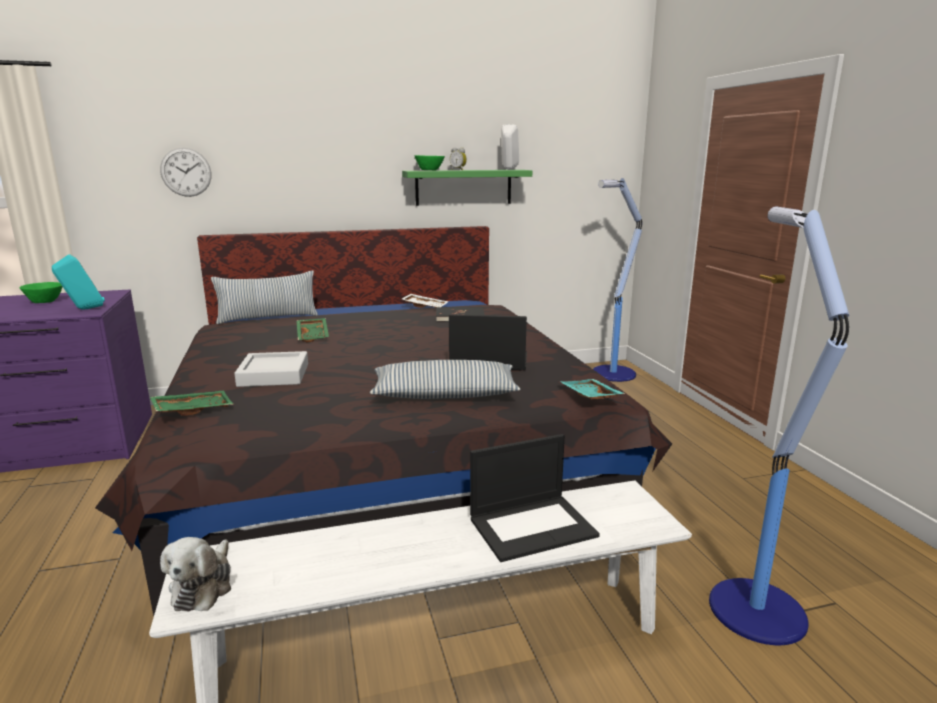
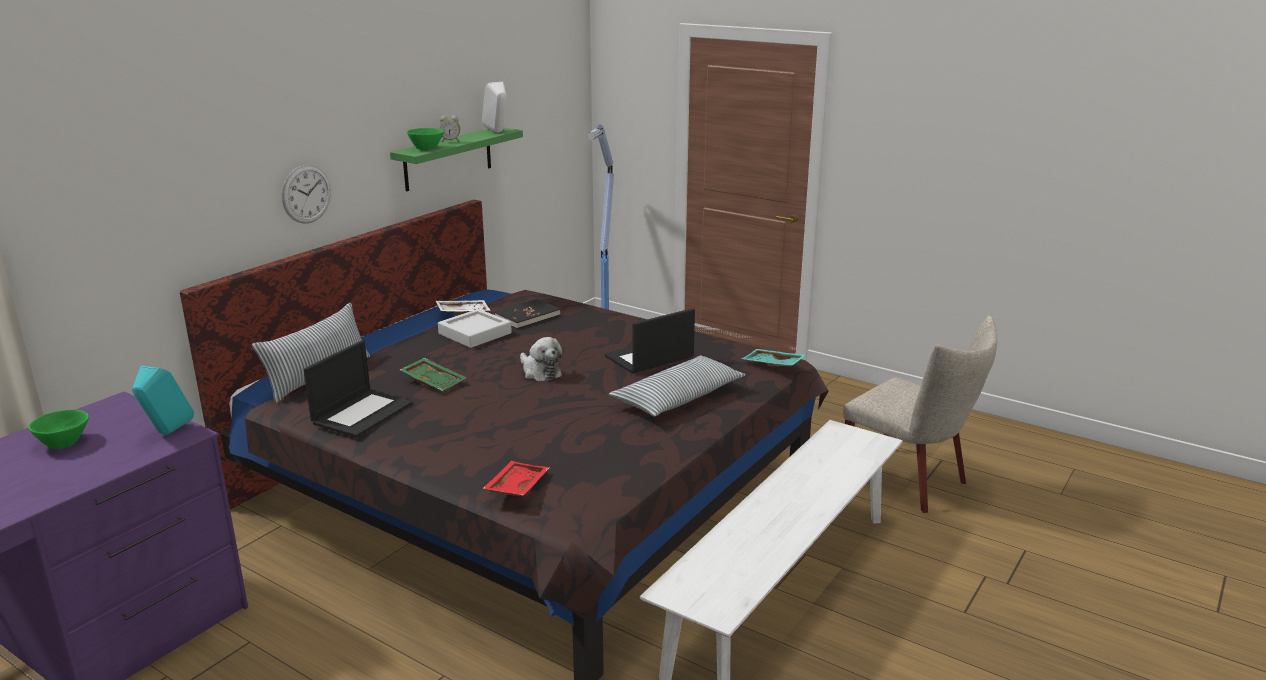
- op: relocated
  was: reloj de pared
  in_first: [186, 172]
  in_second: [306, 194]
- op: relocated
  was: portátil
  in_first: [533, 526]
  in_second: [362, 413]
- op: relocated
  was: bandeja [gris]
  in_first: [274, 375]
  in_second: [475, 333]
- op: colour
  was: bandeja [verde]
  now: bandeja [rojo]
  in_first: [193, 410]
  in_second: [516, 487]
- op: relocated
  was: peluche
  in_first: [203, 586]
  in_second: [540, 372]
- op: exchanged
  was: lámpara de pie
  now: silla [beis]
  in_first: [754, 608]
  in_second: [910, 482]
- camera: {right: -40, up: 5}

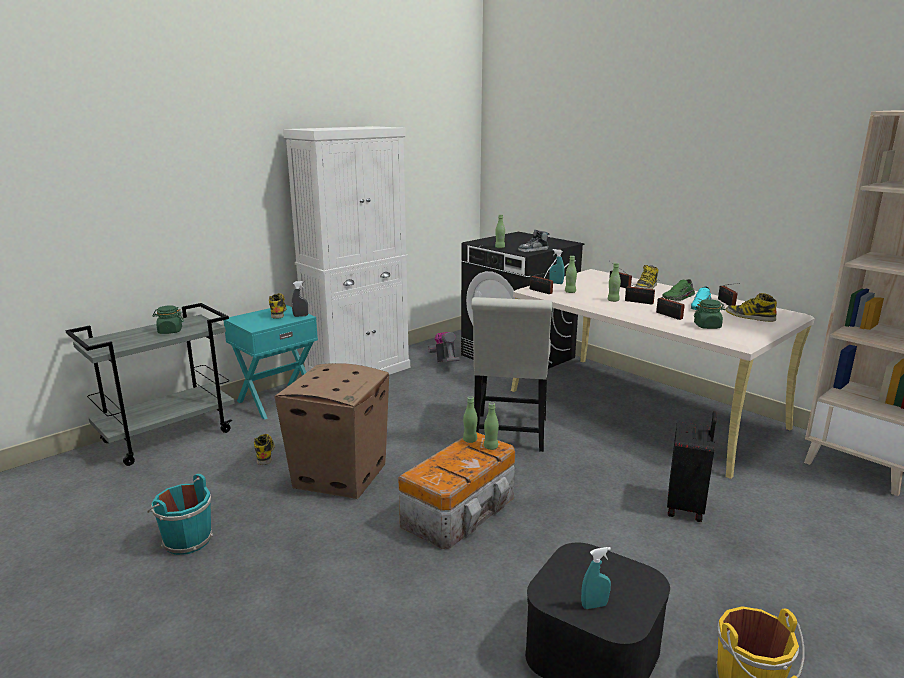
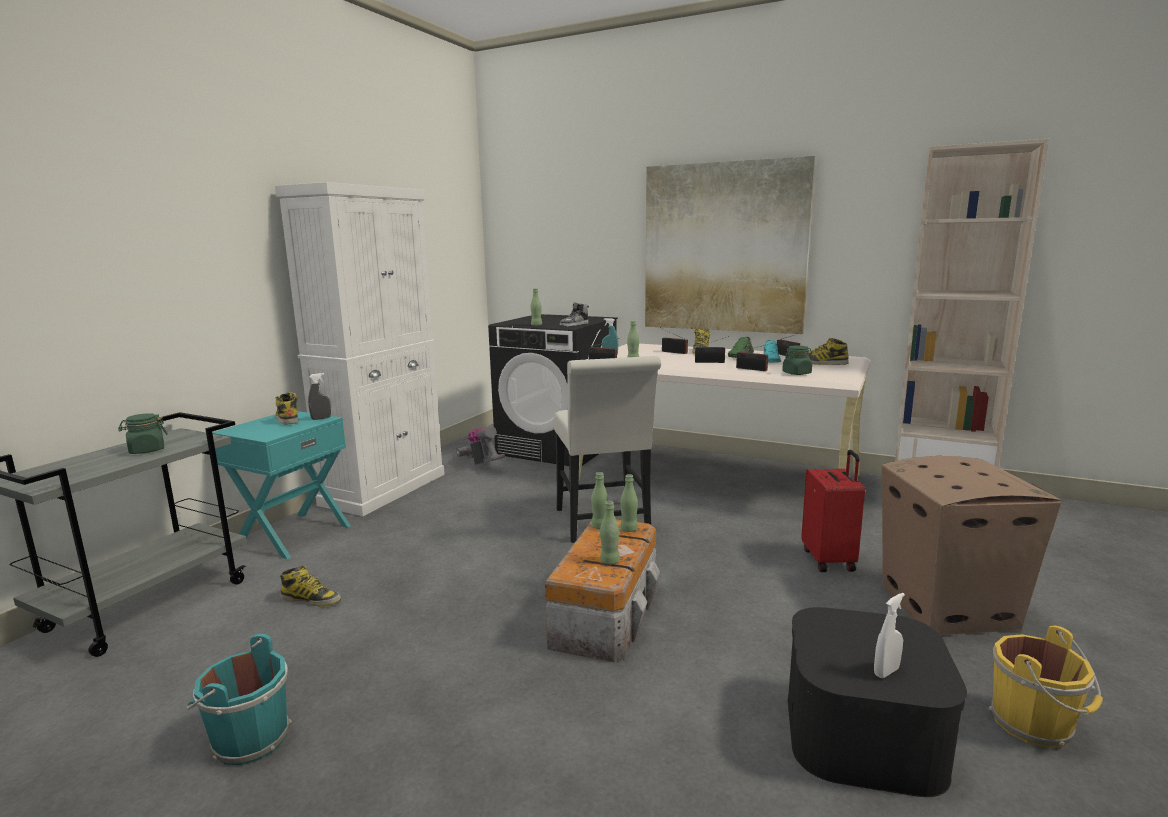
- op: spun
  was: bota
  in_first: [265, 454]
  in_second: [311, 599]
  clockwise: 135
- op: relocated
  was: botella [verde]
  in_first: [613, 300]
  in_second: [609, 561]
- op: appeared
  now: cuadro
  in_second: [724, 248]
- op: colour
  was: maleta [negro]
  now: maleta [rojo]
  in_first: [686, 507]
  in_second: [829, 560]
- op: colour
  was: pulverizador [turquesa]
  now: pulverizador [blanco]
  in_first: [594, 605]
  in_second: [886, 672]
- op: relocated
  was: caja de cartón
  in_first: [341, 475]
  in_second: [946, 606]
- camera: {right: -20, up: -5}

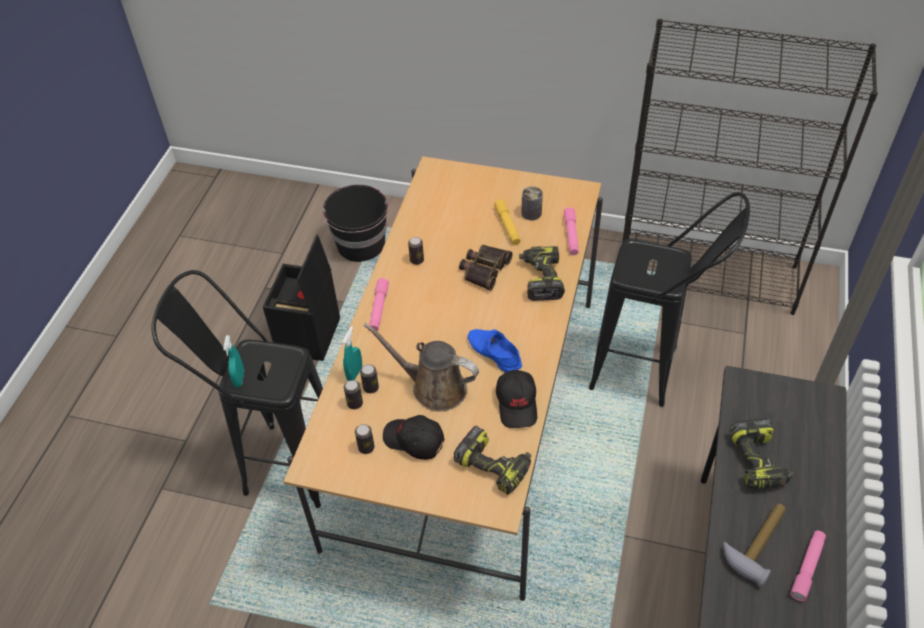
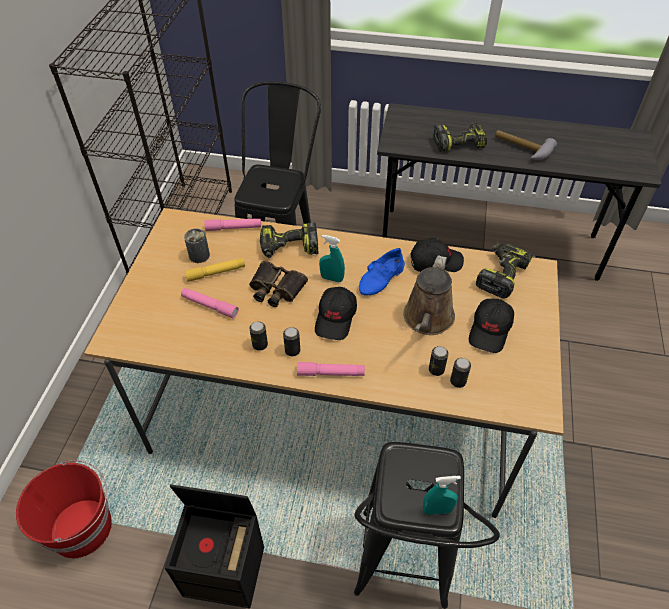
- op: colour
  was: cubo [negro]
  now: cubo [rojo]
  in_first: [361, 245]
  in_second: [82, 527]
- op: relocated
  was: linterna [rosa]
  in_first: [807, 567]
  in_second: [210, 306]
- op: relocated
  was: lata
  in_first: [366, 447]
  in_second: [292, 350]
- op: appeared
  now: gorra [negro]
  in_second: [336, 318]
- op: relocated
  was: pulverizador [turquesa]
  in_first: [354, 373]
  in_second: [332, 278]
- camera: {right: -95, up: 0}

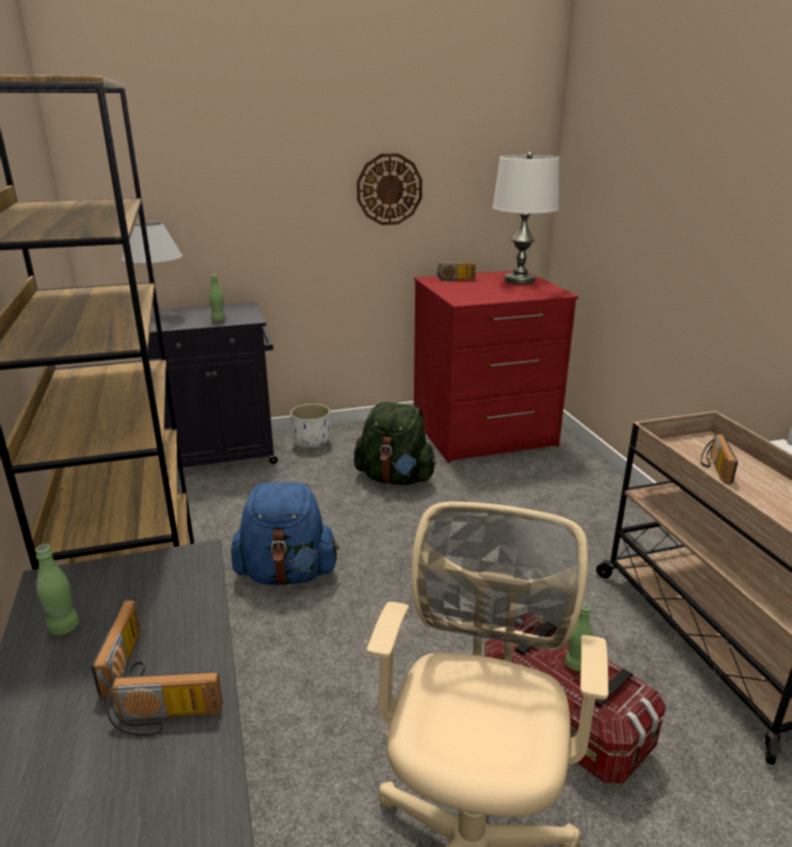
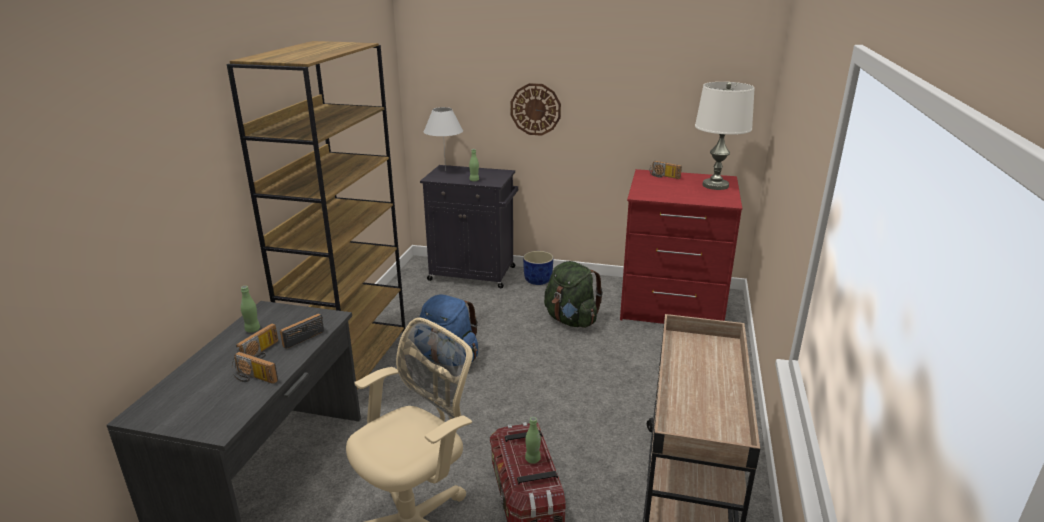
- op: relocated
  was: radio
  in_first: [713, 468]
  in_second: [302, 337]
- op: relocated
  was: reloj de pared
  in_first: [389, 189]
  in_second: [535, 109]
- op: colour
  was: maceta [blanco]
  now: maceta [azul]
  in_first: [312, 443]
  in_second: [538, 280]
- camera: {right: 30, up: 0}

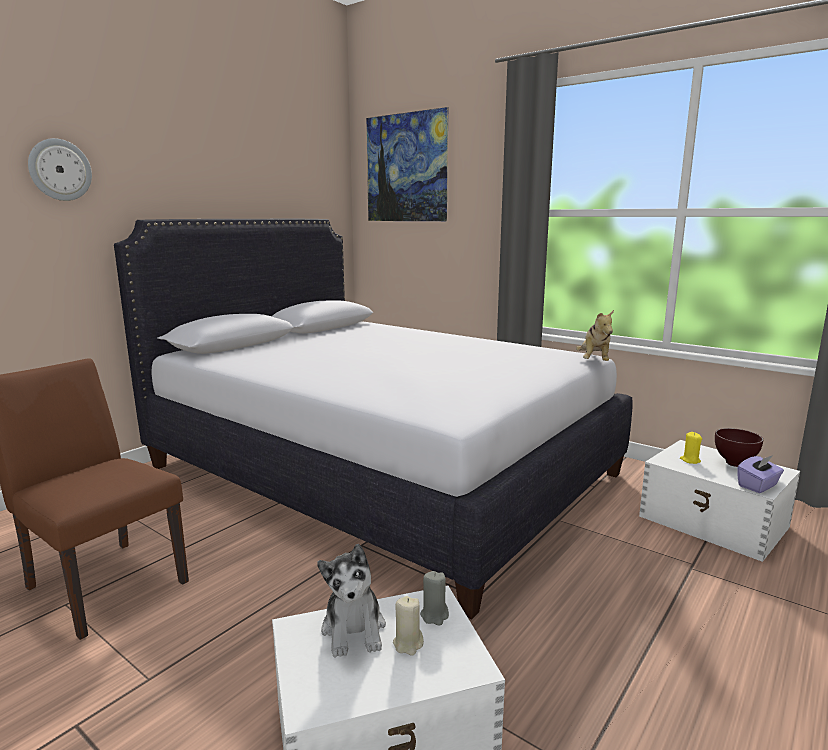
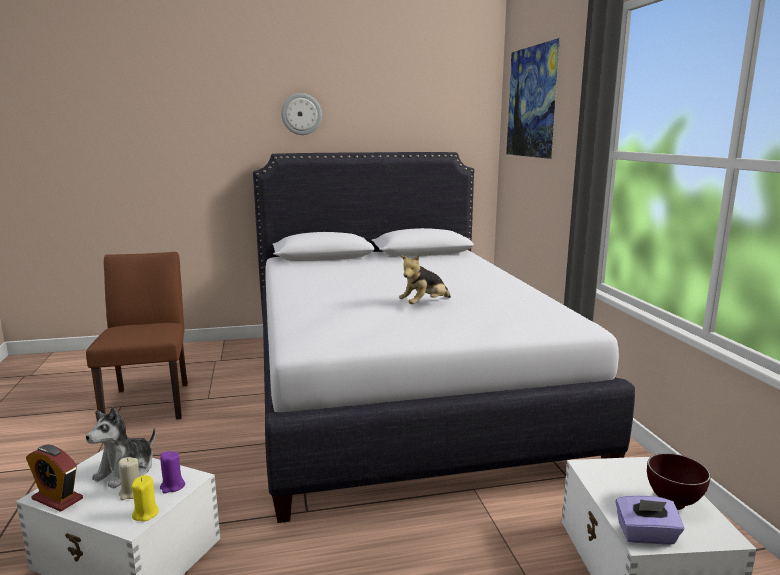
- op: appeared
  now: despertador
  in_second: [57, 499]
- op: relocated
  was: vela [amarillo]
  in_first: [690, 460]
  in_second: [146, 514]
- op: colour
  was: vela [gris]
  now: vela [morado]
  in_first: [434, 615]
  in_second: [172, 486]
- op: relocated
  was: reloj de pared
  in_first: [60, 170]
  in_second: [301, 114]
- op: relocated
  was: peluche
  in_first: [594, 361]
  in_second: [424, 304]
- camera: {right: 40, up: 0}

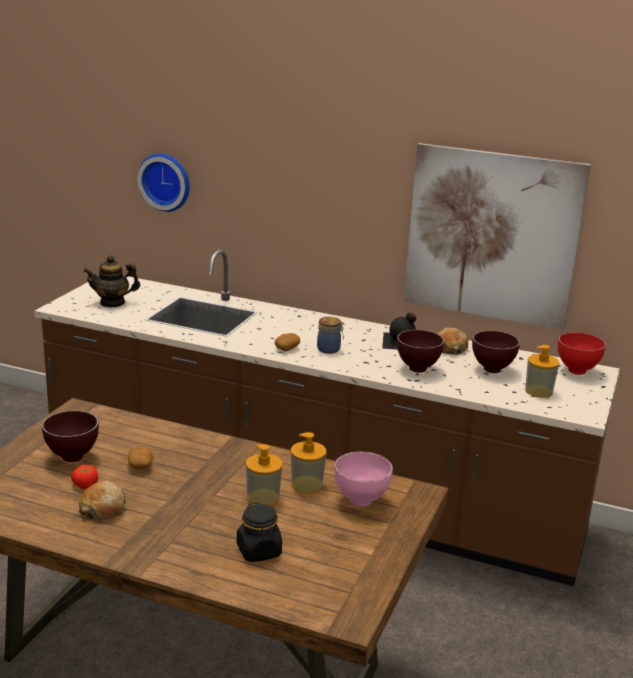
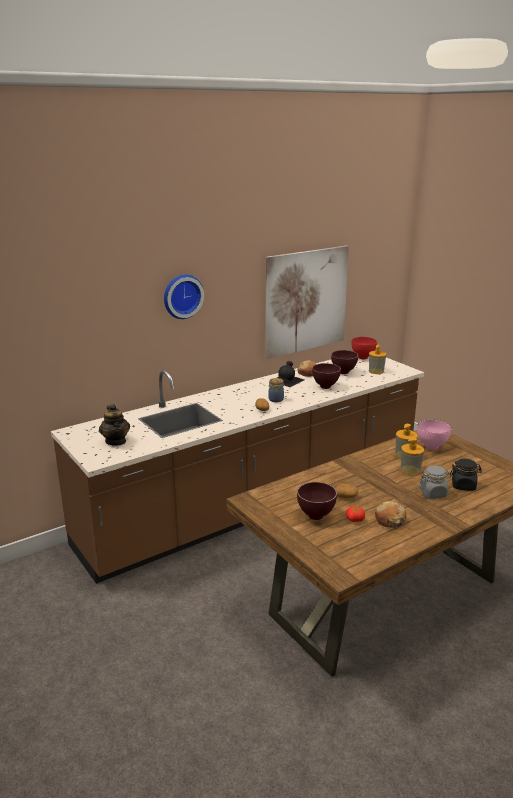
- op: spun
  was: tetera
  in_first: [112, 302]
  in_second: [116, 441]
  clockwise: -45
- op: relocated
  was: reloj de pared
  in_first: [166, 181]
  in_second: [182, 296]
- op: appeared
  now: tarro [gris]
  in_second: [433, 493]
- camera: {right: -55, up: 0}

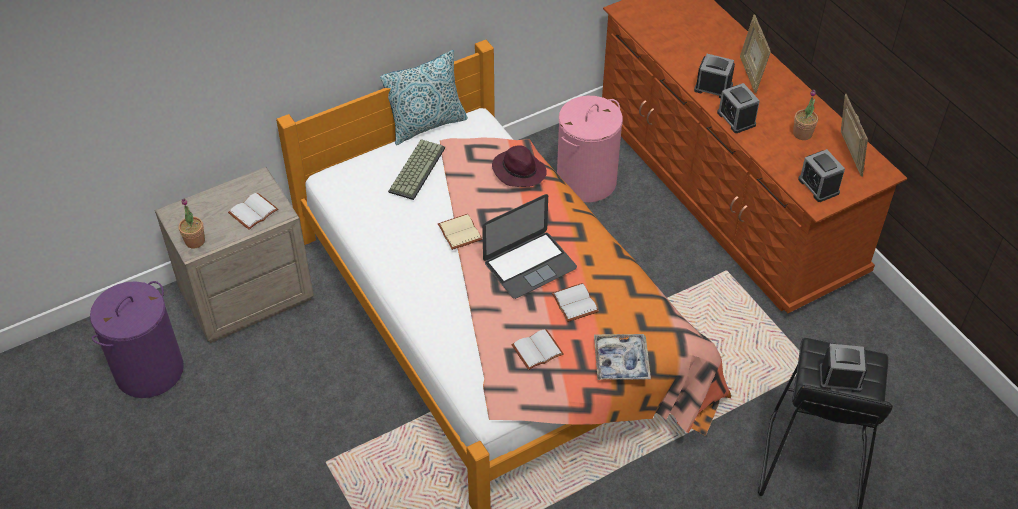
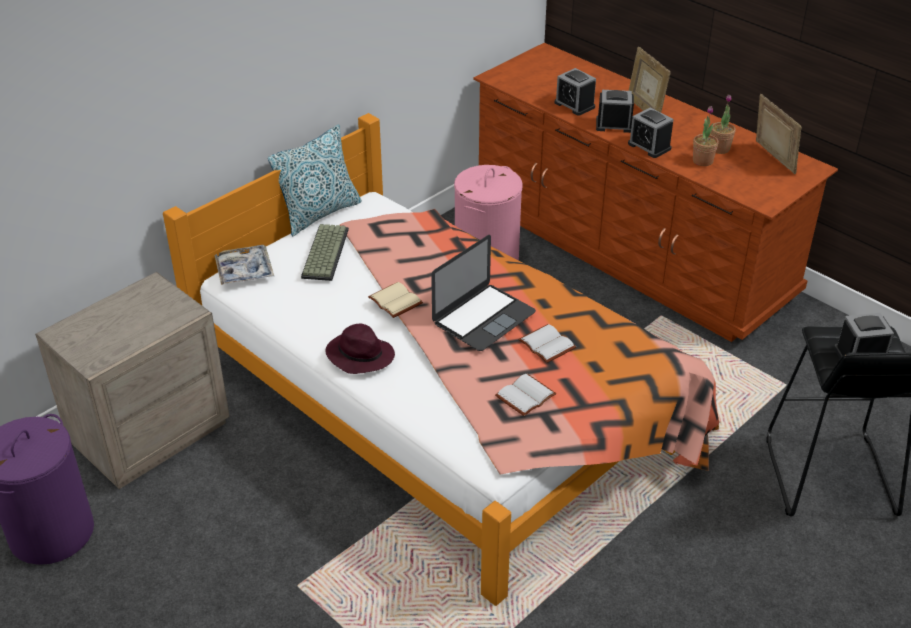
- op: relocated
  was: bandeja
  in_first: [621, 361]
  in_second: [244, 270]
- op: relocated
  was: sombrero [morado]
  in_first: [518, 171]
  in_second: [359, 355]
- op: relocated
  was: despertador
  in_first: [818, 186]
  in_second: [574, 105]
- op: relocated
  was: planta en maceta
  in_first: [195, 241]
  in_second: [702, 161]
- op: missing
  was: libro [blanco]
  in_first: [253, 213]
- camera: {right: -15, up: -10}

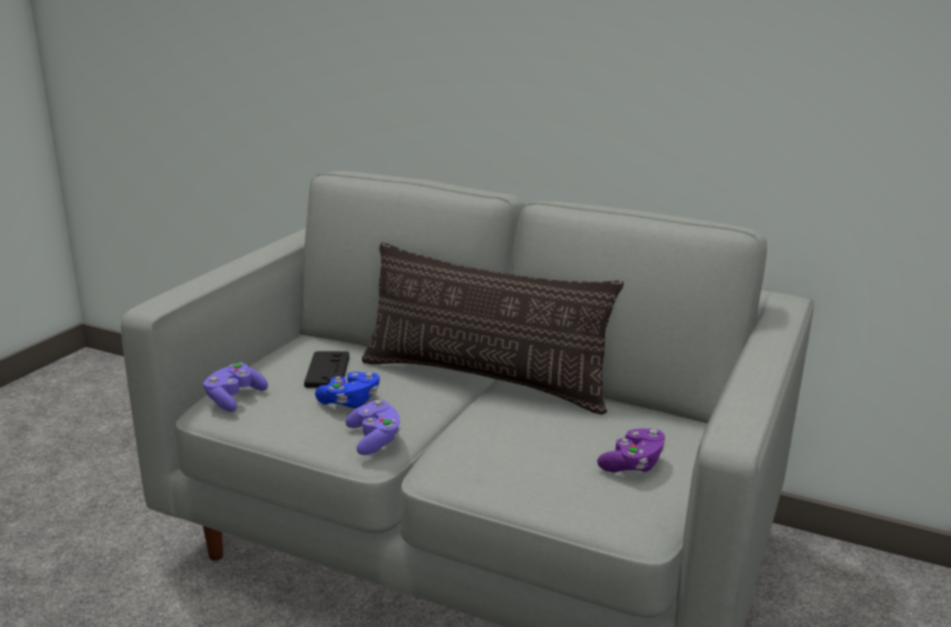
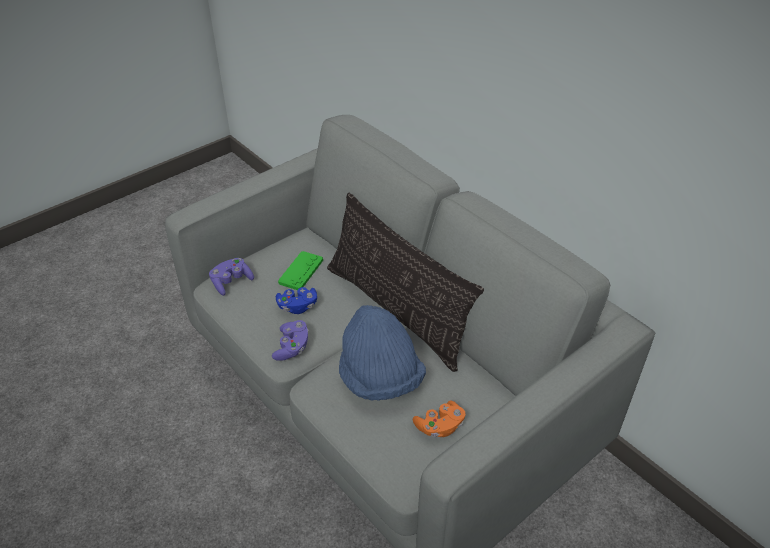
- op: colour
  was: mando de consola [negro]
  now: mando de consola [verde]
  in_first: [327, 371]
  in_second: [301, 271]
- op: appeared
  now: sombrero [azul]
  in_second: [380, 377]
- op: colour
  was: mando de consola [morado]
  now: mando de consola [naranja]
  in_first: [633, 464]
  in_second: [439, 426]
- camera: {right: 25, up: 20}

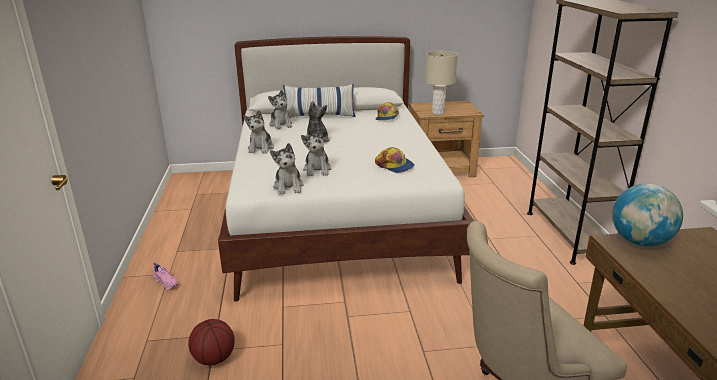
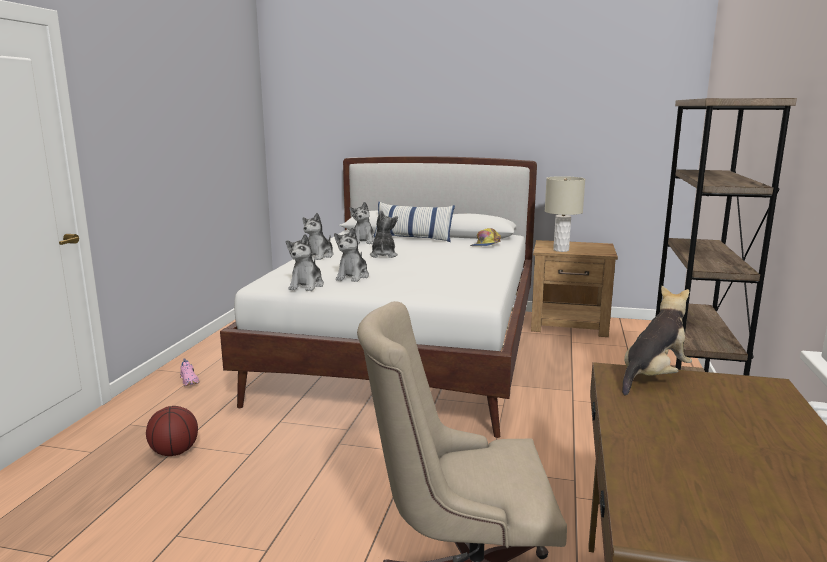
- op: exchanged
  was: globo terráqueo
  now: peluche
  in_first: [640, 242]
  in_second: [653, 377]
- op: missing
  was: gorra
  in_first: [394, 166]
- camera: {right: 20, up: -10}

